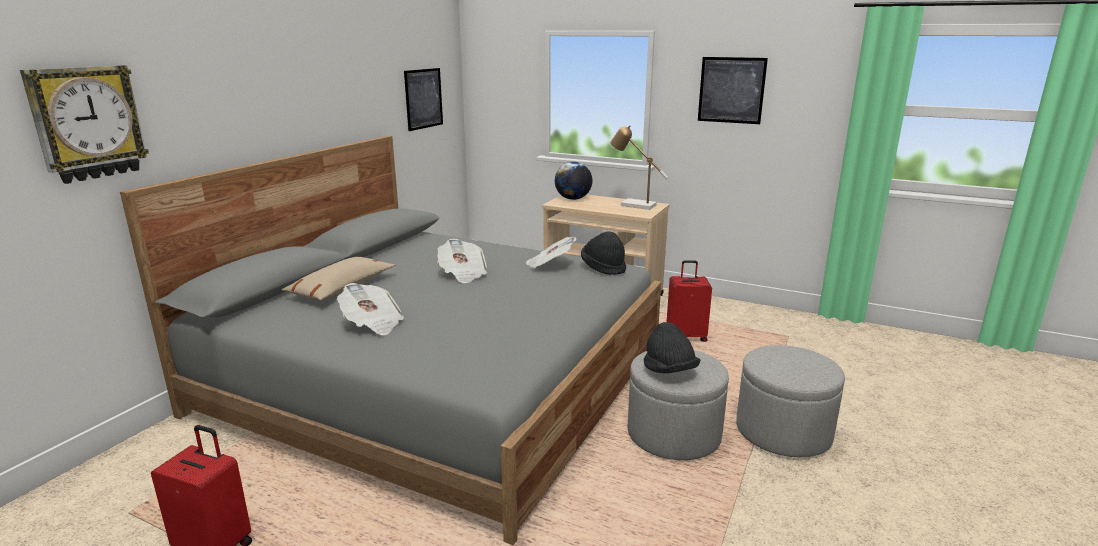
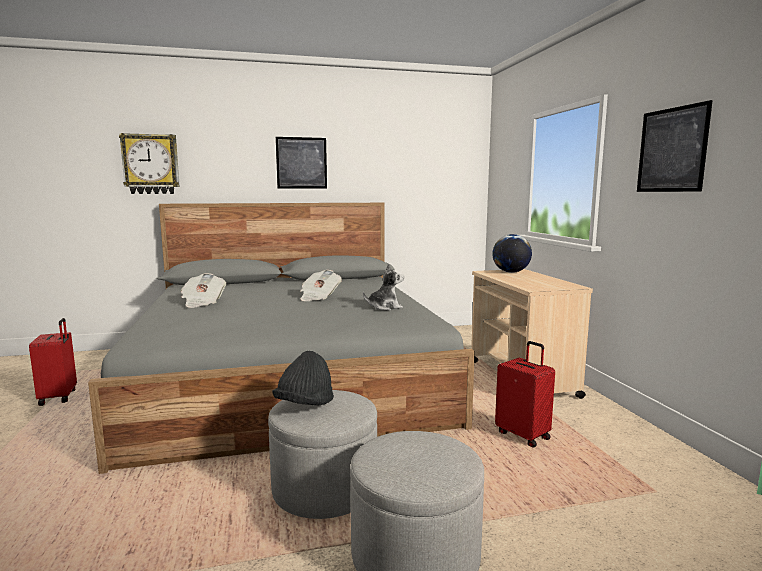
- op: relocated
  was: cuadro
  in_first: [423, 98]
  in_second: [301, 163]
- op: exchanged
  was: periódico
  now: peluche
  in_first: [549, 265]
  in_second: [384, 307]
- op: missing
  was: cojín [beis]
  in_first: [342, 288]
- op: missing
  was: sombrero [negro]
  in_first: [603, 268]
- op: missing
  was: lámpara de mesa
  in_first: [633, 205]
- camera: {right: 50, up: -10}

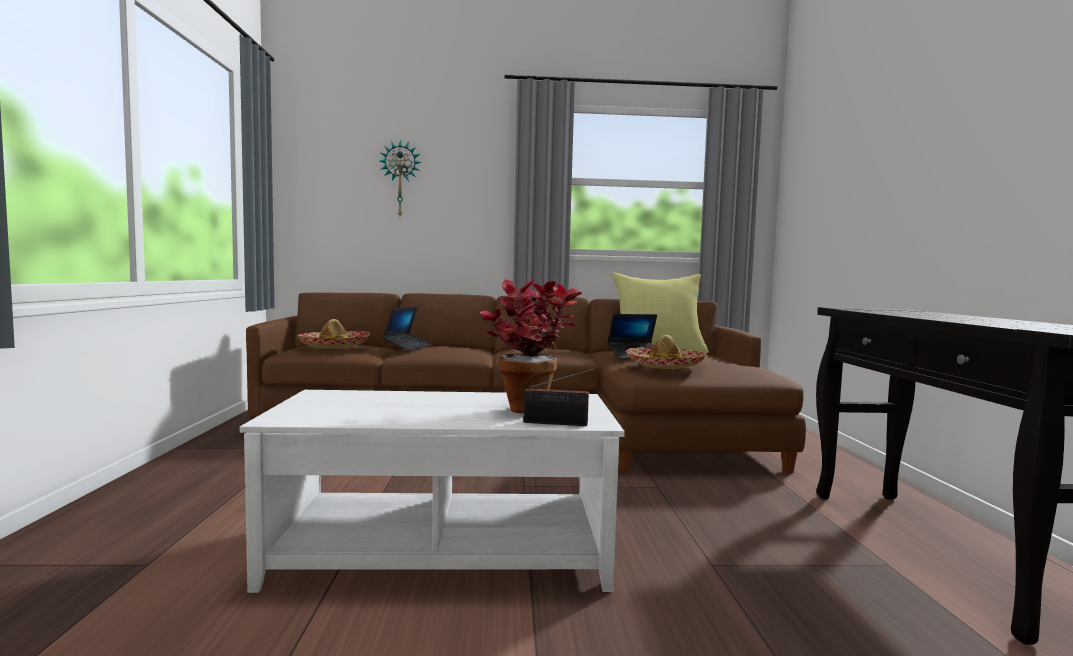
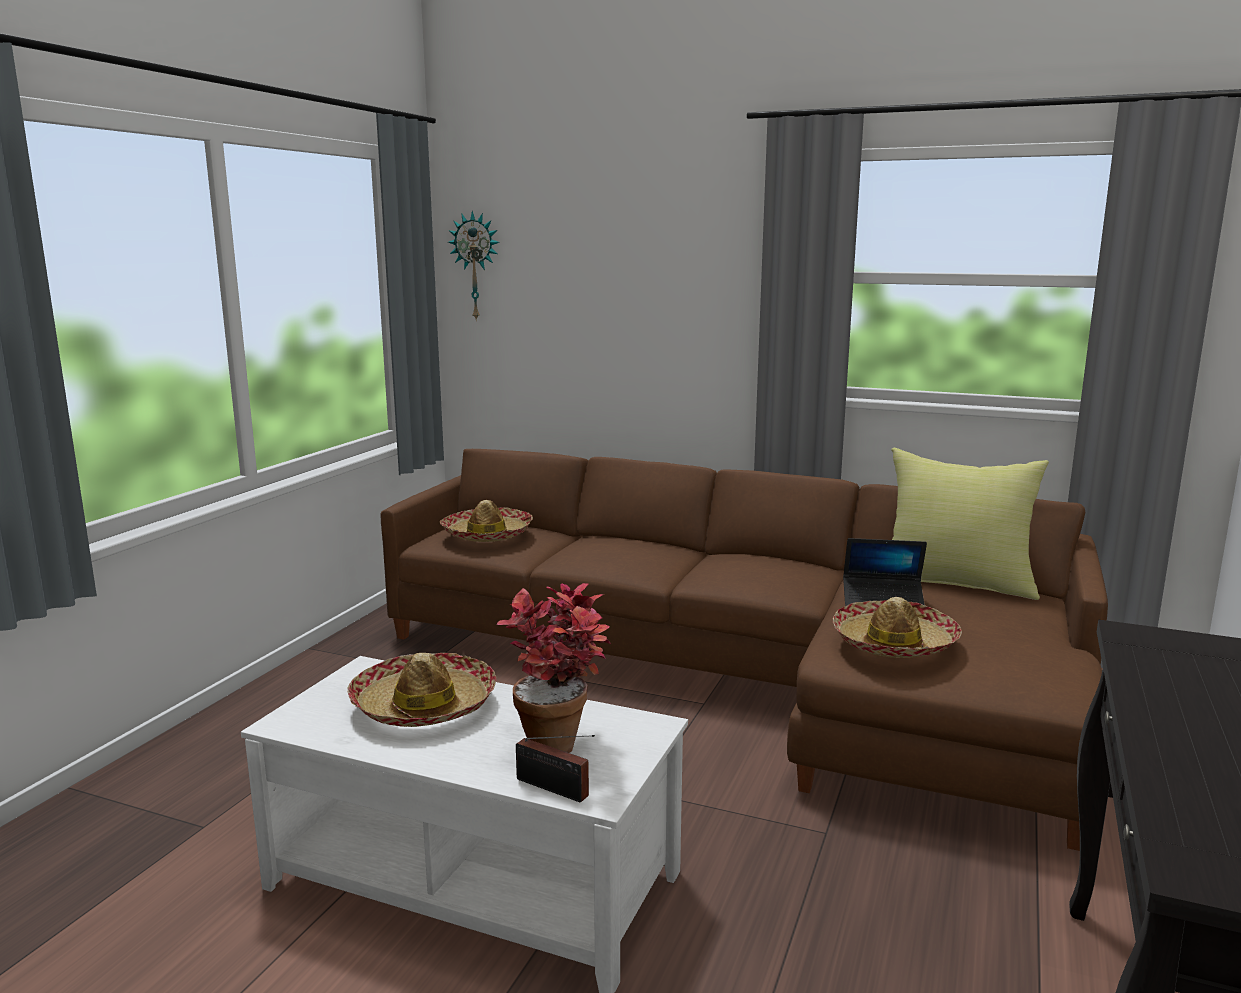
- op: appeared
  now: sombrero
  in_second: [423, 705]
- op: relocated
  was: reloj de pared
  in_first: [400, 179]
  in_second: [476, 266]
- op: missing
  was: portátil
  in_first: [408, 347]
- camera: {right: 25, up: 10}

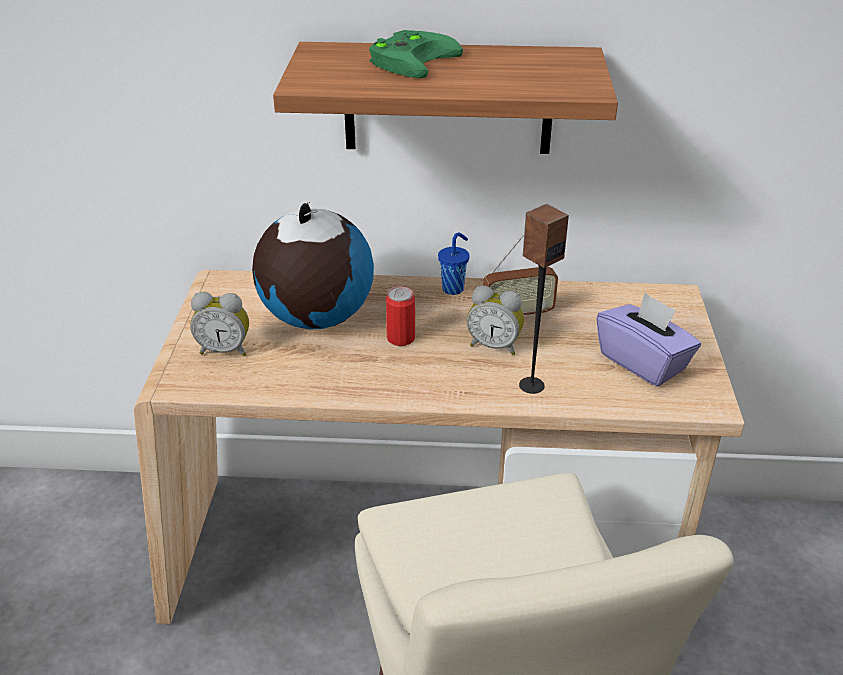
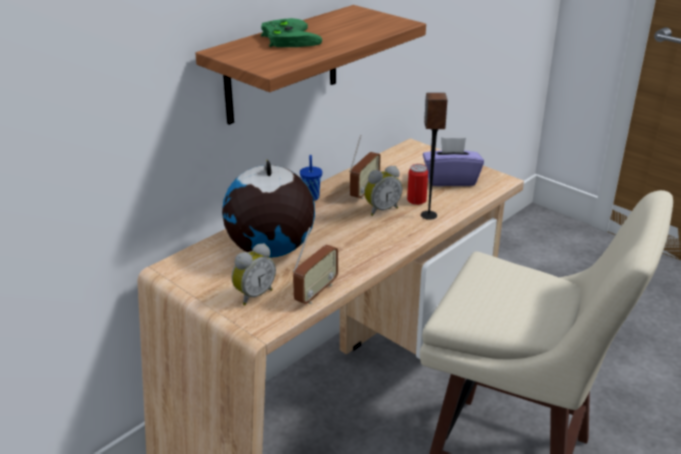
- op: appeared
  now: radio
  in_second: [316, 292]
- op: relocated
  was: lata
  in_first: [401, 338]
  in_second: [416, 200]
- camera: {right: -50, up: -5}

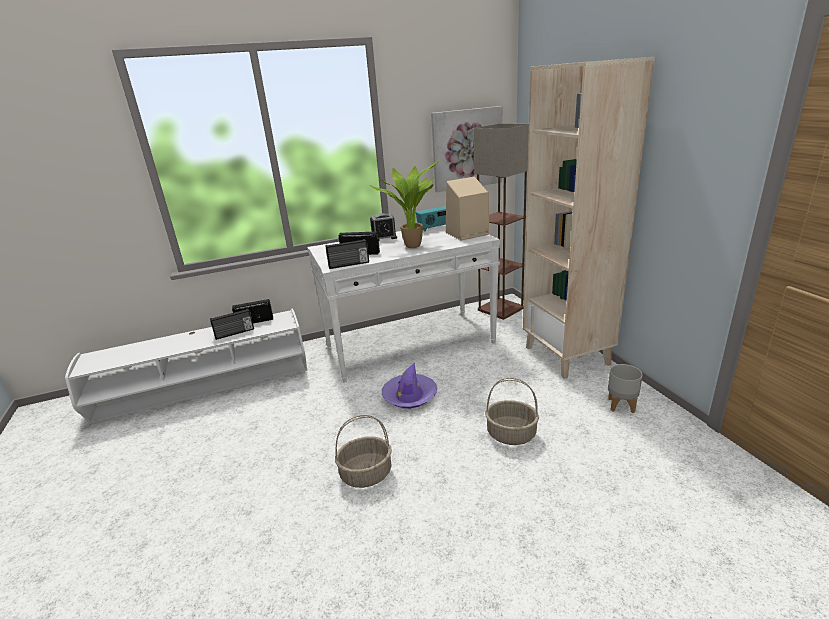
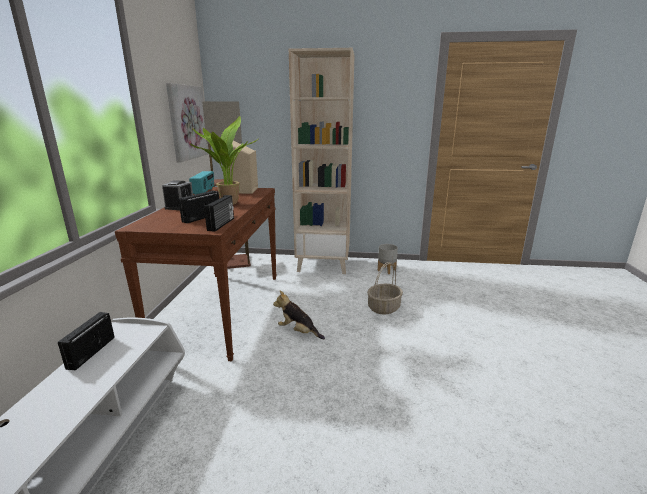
- op: colour
  was: mesa consola [blanco]
  now: mesa consola [marrón]
  in_first: [410, 344]
  in_second: [222, 309]
- op: exchanged
  was: sombrero [morado]
  now: peluche
  in_first: [409, 396]
  in_second: [298, 332]
- op: missing
  was: radio
  in_first: [234, 333]
- op: missing
  was: cesta
  in_first: [366, 473]
- camera: {right: -65, up: -5}

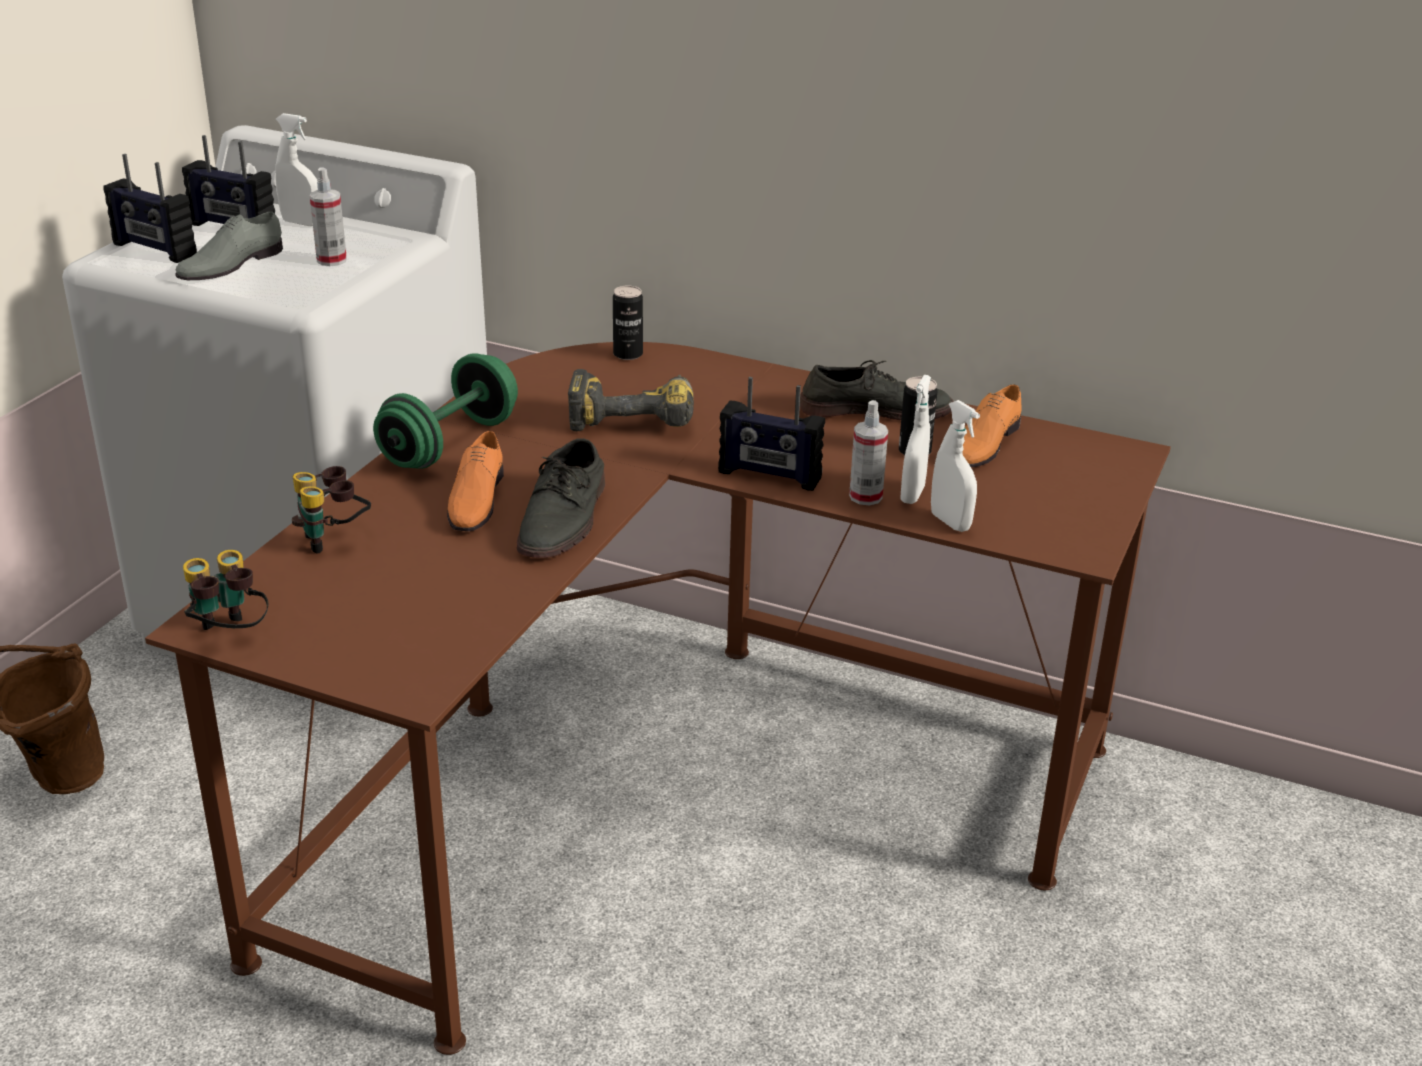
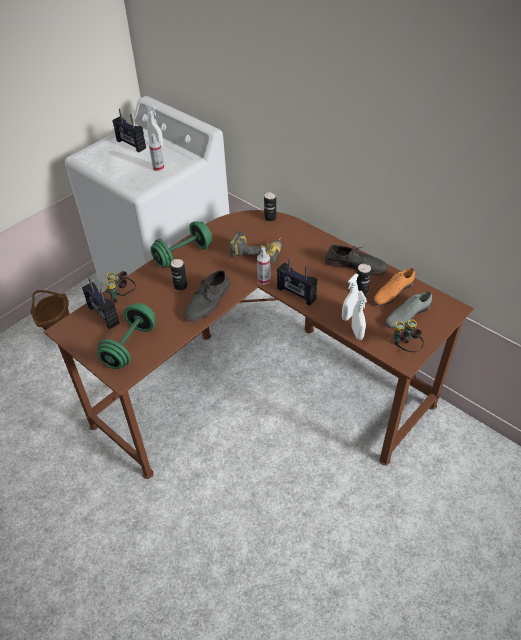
- op: relocated
  was: radio
  in_first: [154, 250]
  in_second: [103, 315]
- op: appeared
  now: mancuerna [verde]
  in_second: [130, 346]
- op: exchanged
  was: zapato [naranja]
  now: lata
  in_first: [475, 499]
  in_second: [180, 286]
- op: relocated
  was: pulverizador
  in_first: [865, 497]
  in_second: [264, 280]
- op: relocated
  was: zapato [gris]
  in_first: [229, 264]
  in_second: [407, 315]
- op: relocated
  was: prismáticos
  in_first: [228, 635]
  in_second: [404, 349]
- camera: {right: 20, up: 15}

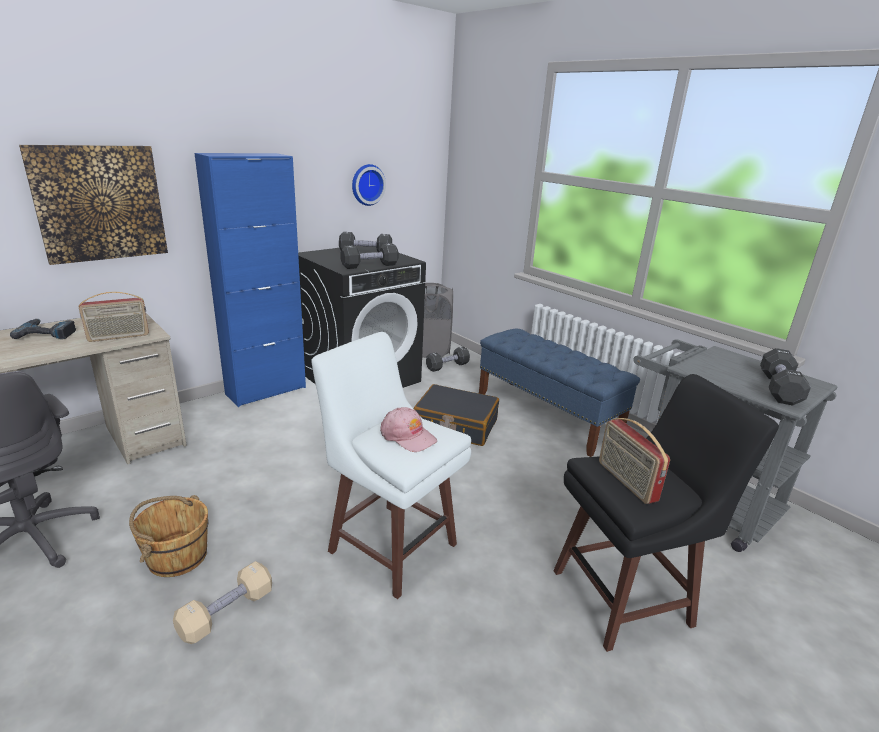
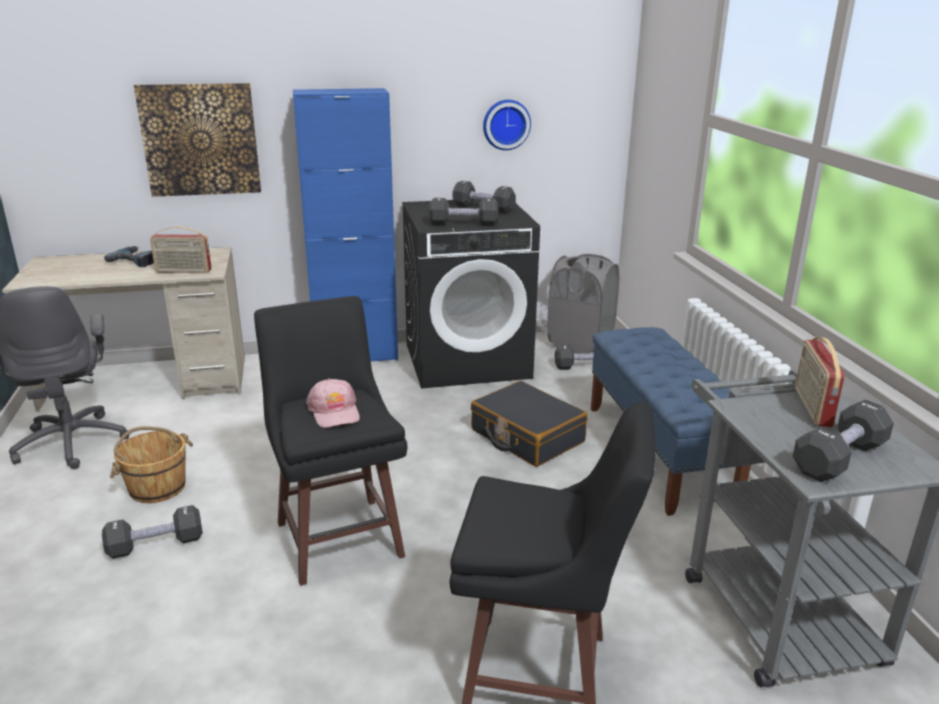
- op: colour
  was: mancuerna [beis]
  now: mancuerna [negro]
  in_first: [227, 613]
  in_second: [156, 545]
- op: colour
  was: taburete [blanco]
  now: taburete [negro]
  in_first: [390, 545]
  in_second: [339, 536]
- op: relocated
  was: radio
  in_first: [625, 481]
  in_second: [811, 407]
- camera: {right: 30, up: 0}

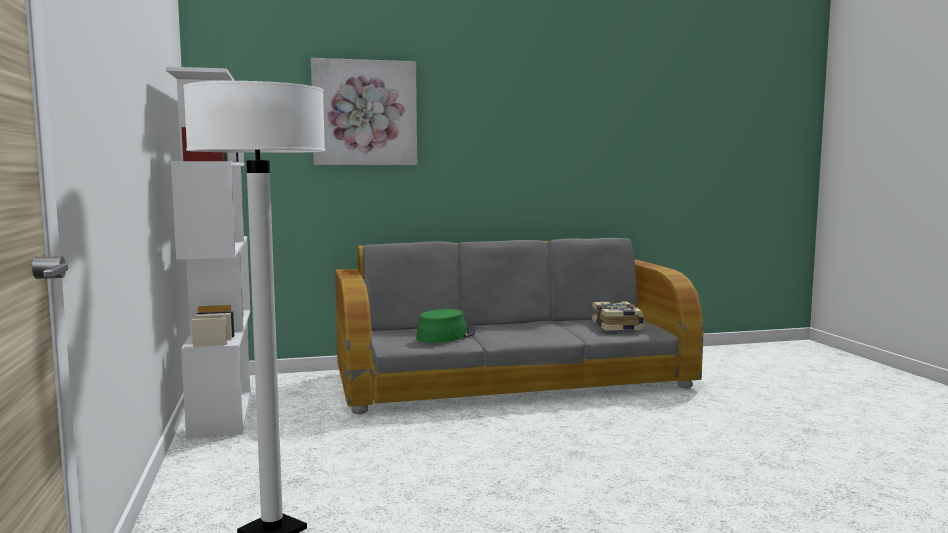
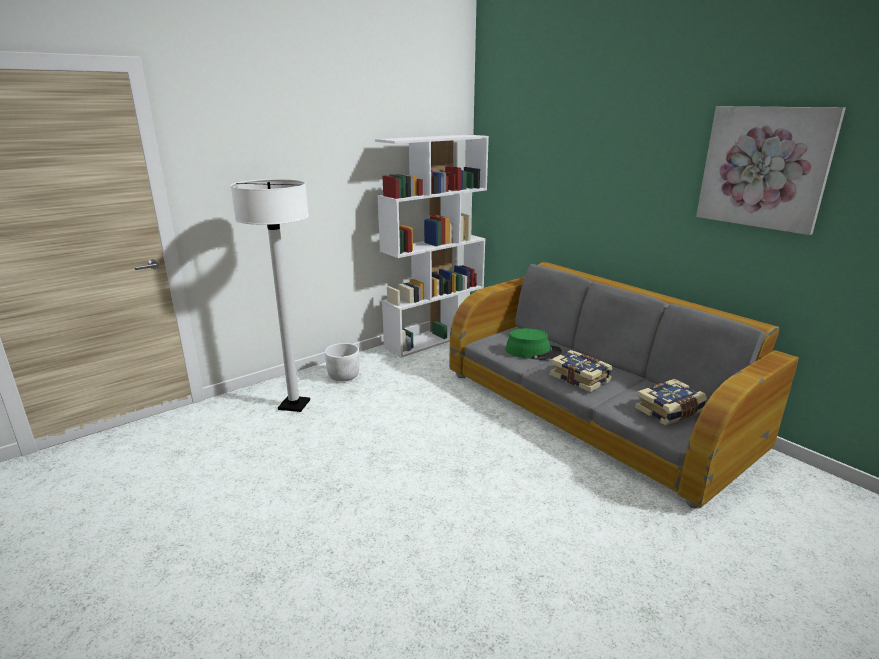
- op: appeared
  now: maceta [blanco]
  in_second: [344, 376]
- op: appeared
  now: libro
  in_second: [580, 378]
- op: relocated
  was: cuadro
  in_first: [364, 113]
  in_second: [764, 167]
- camera: {right: 65, up: 15}

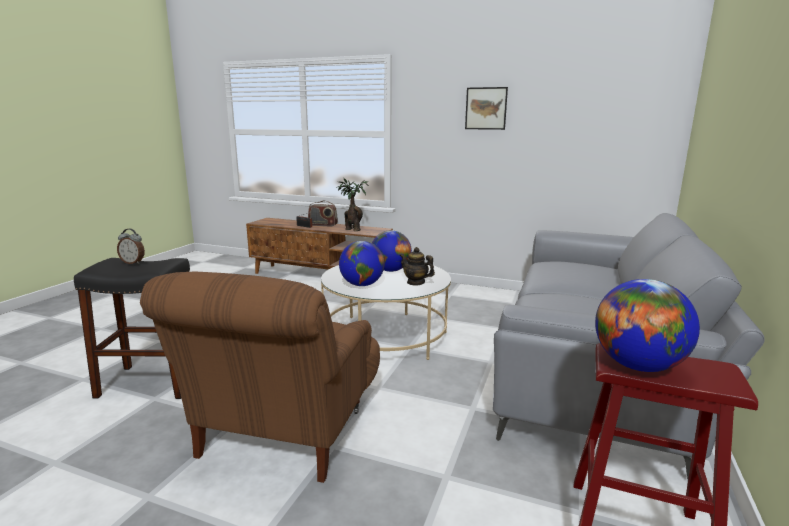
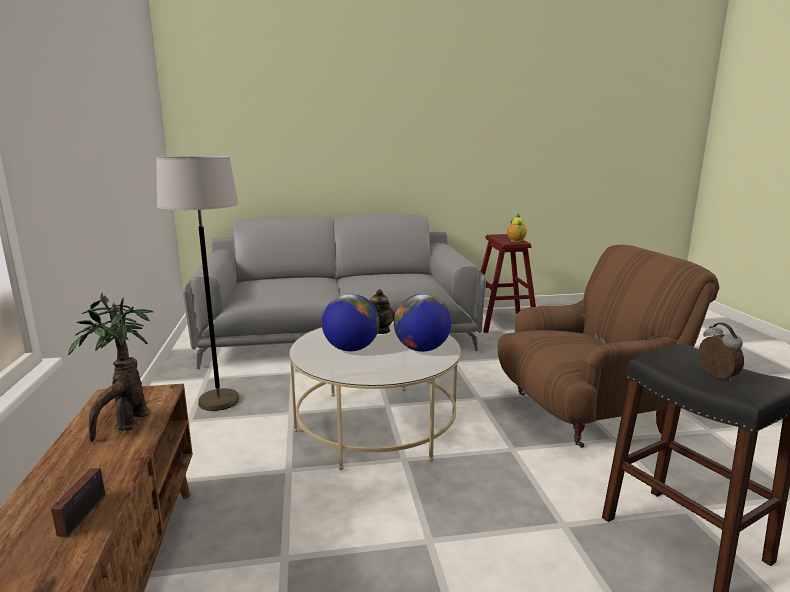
- op: appeared
  now: lámpara de pie [gris]
  in_second: [219, 401]
- op: exchanged
  was: globo terráqueo
  now: tetera
  in_first: [638, 366]
  in_second: [515, 240]
- op: missing
  was: radio
  in_first: [322, 225]
- op: missing
  was: cuadro
  in_first: [486, 108]
- camera: {right: -120, up: 0}

